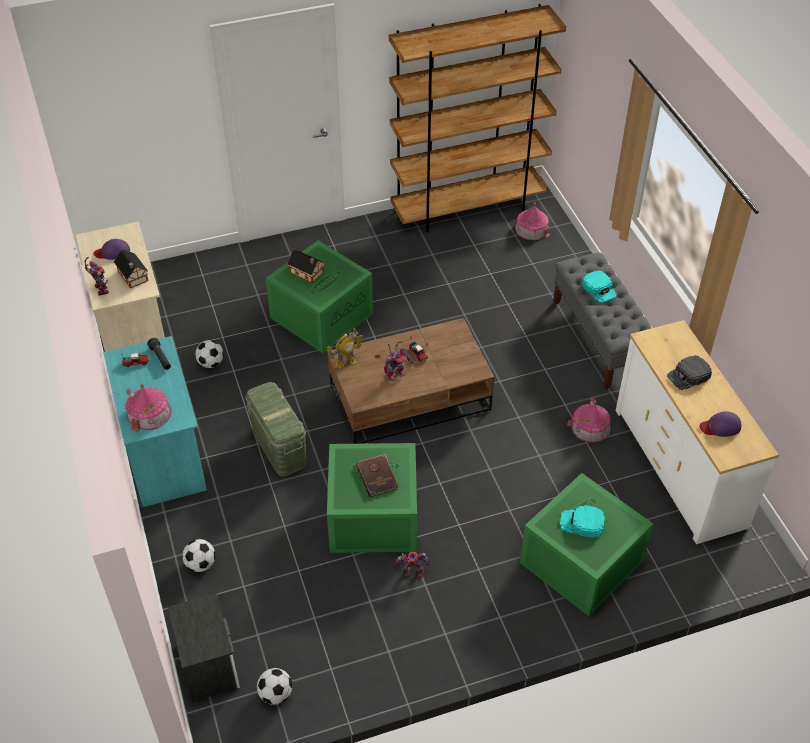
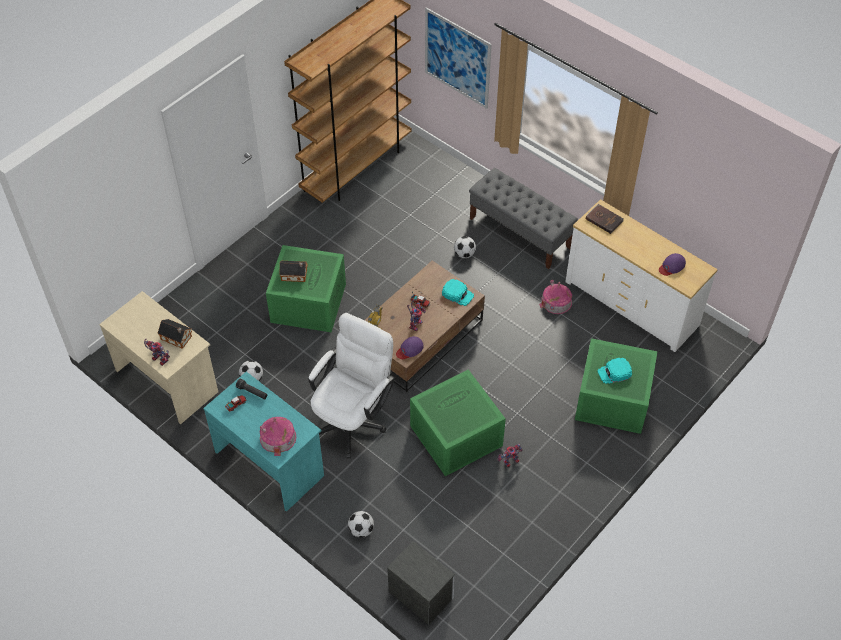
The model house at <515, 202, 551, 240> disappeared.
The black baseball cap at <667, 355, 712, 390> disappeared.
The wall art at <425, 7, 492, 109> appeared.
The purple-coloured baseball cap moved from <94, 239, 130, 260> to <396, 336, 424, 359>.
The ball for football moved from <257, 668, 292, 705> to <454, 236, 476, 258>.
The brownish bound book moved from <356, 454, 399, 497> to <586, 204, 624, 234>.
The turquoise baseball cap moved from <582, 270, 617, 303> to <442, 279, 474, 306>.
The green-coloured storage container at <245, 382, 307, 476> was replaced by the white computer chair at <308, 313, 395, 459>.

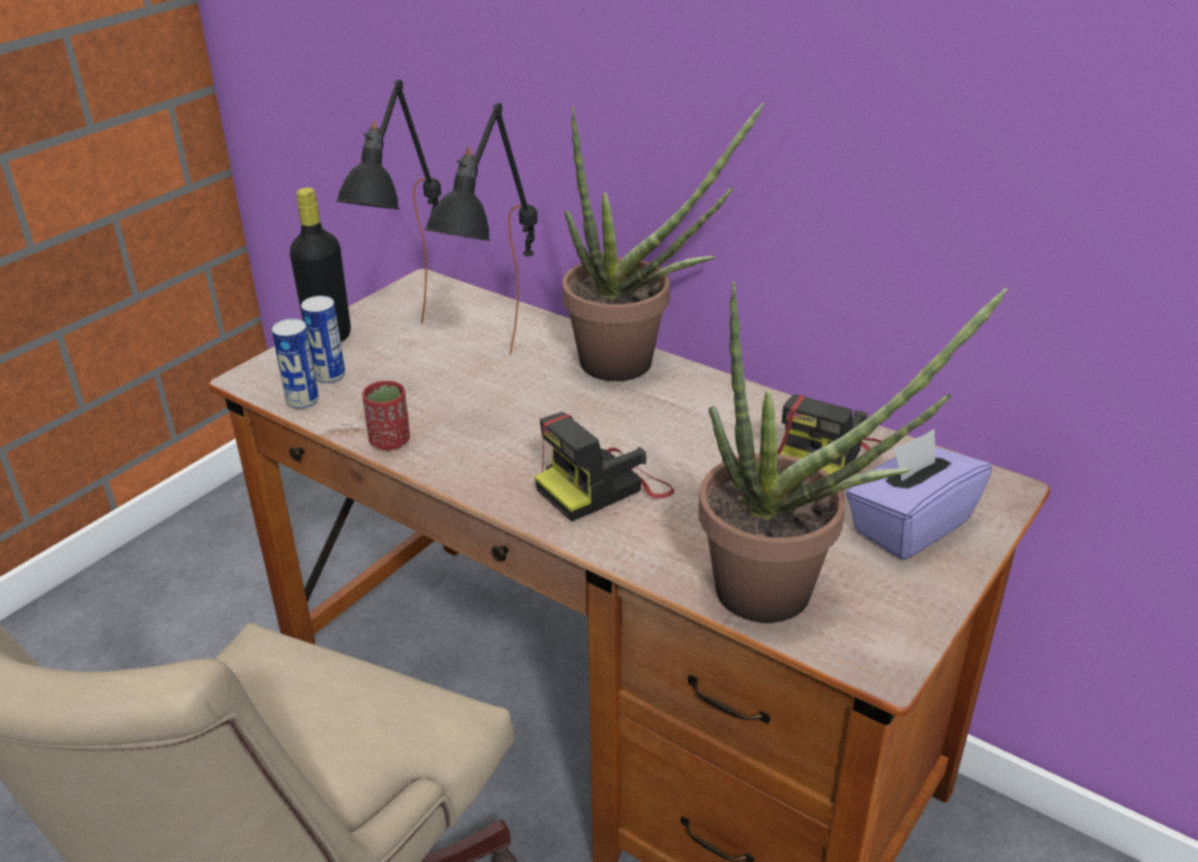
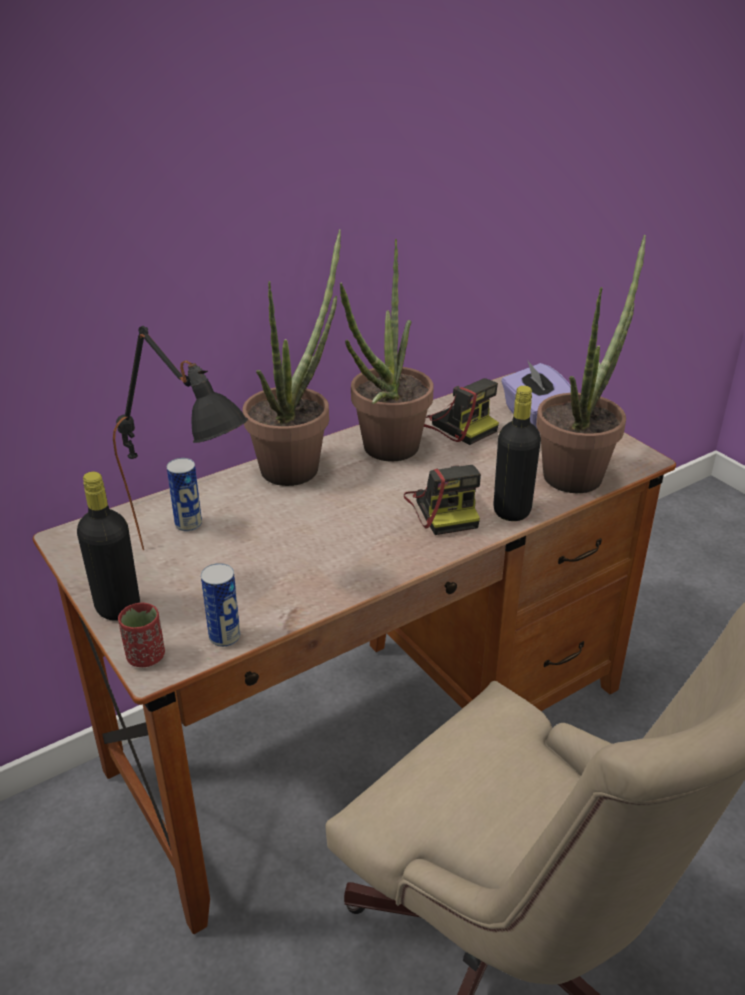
The black tabletop lamp at <423, 103, 538, 355> disappeared.
The potted plant at <340, 239, 434, 461> appeared.
The black drink bottle at <493, 386, 541, 521> appeared.
The sealed can moved from <301, 296, 345, 384> to <167, 458, 202, 532>.
The red-coloured drinking cup moved from <362, 381, 410, 450> to <118, 603, 165, 667>.

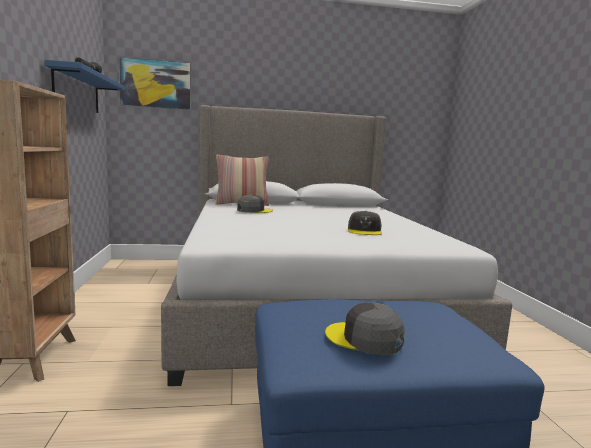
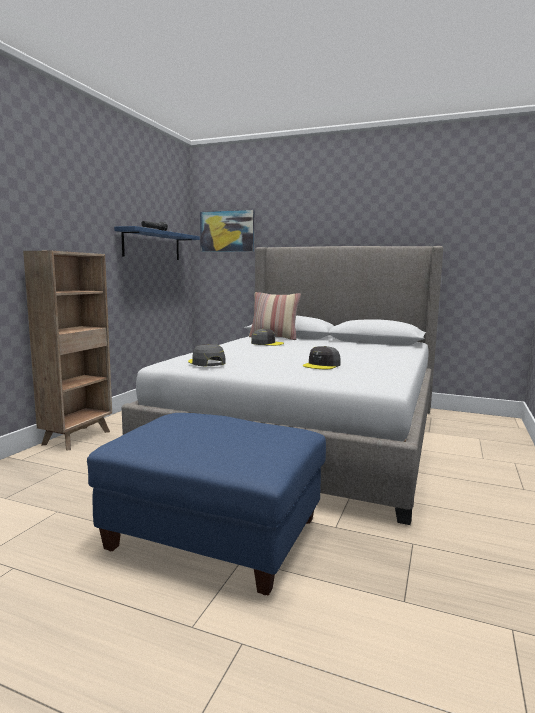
The greyish baseball cap moved from <325, 303, 405, 355> to <188, 344, 226, 366>.

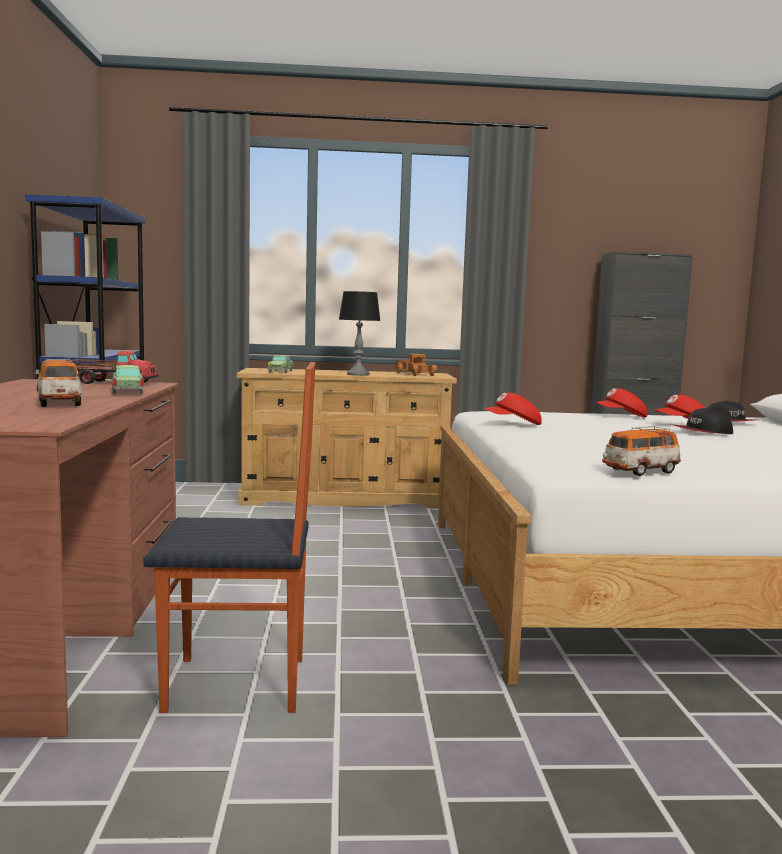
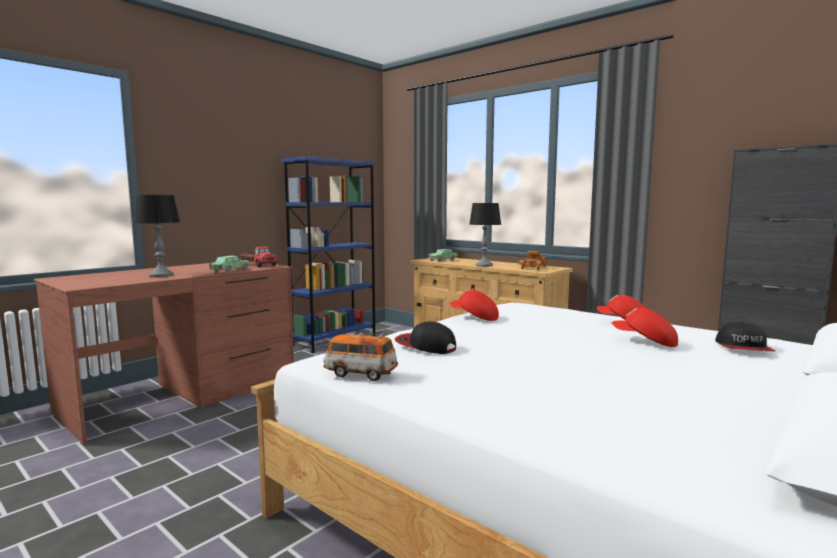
The upright chair at <143, 362, 316, 713> disappeared.
The baseball cap moved from <670, 408, 733, 434> to <395, 321, 456, 354>.
The toy car at <36, 359, 83, 407> was replaced by the tabletop lamp at <134, 195, 180, 277>.

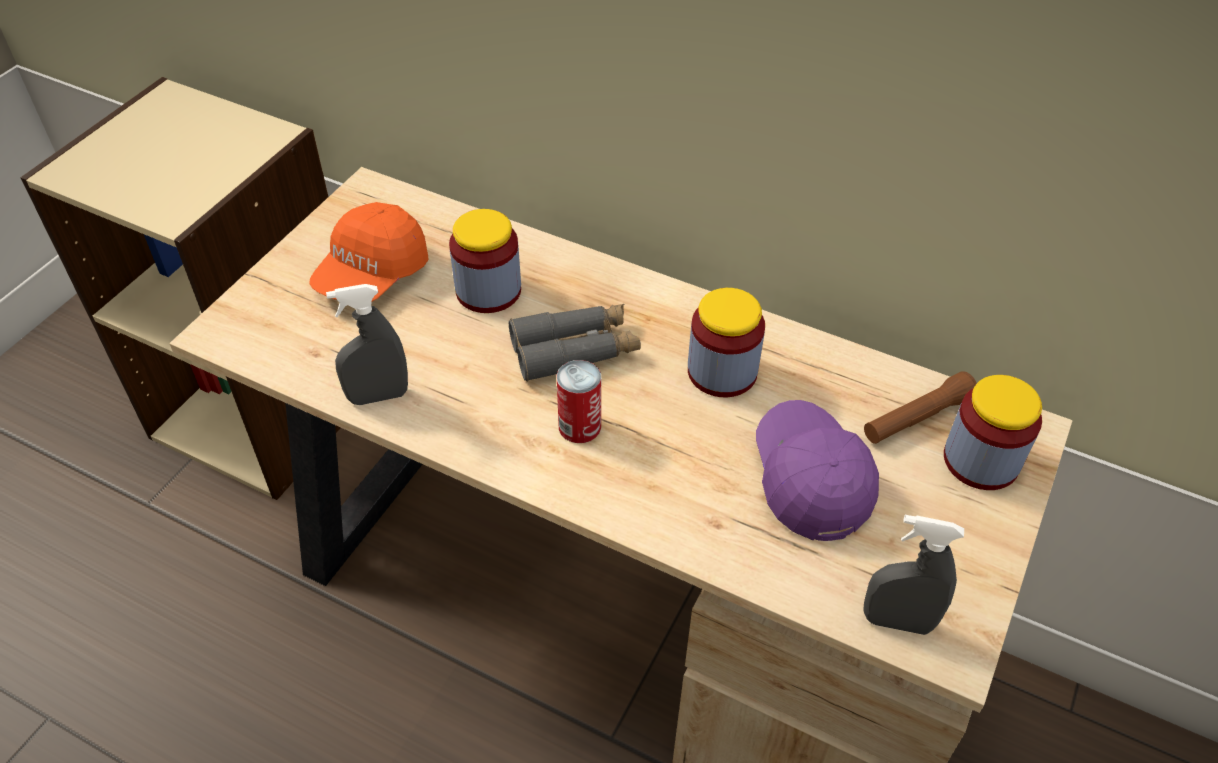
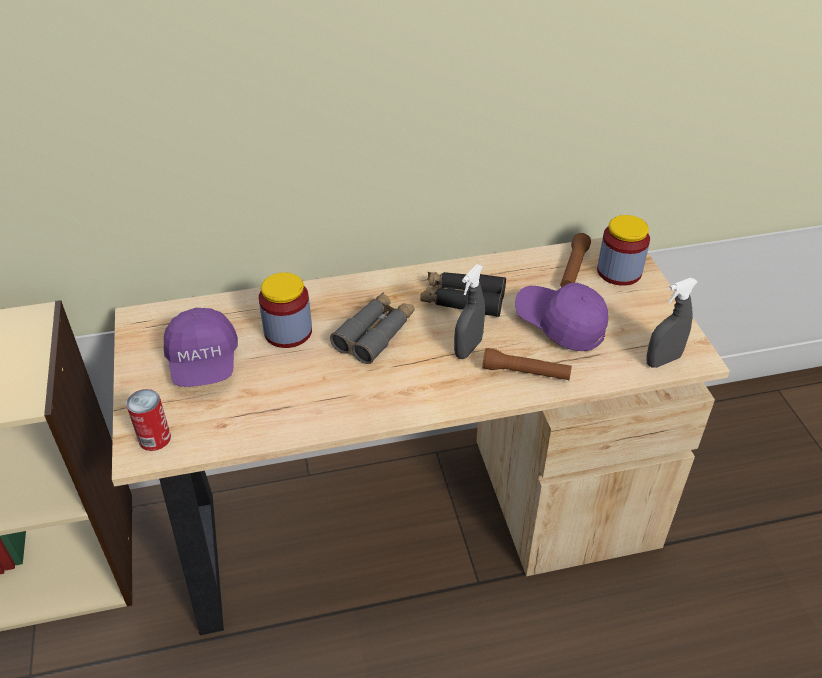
The brownish torch at <482, 348, 572, 380> appeared.
The greyish hand sprayer moved from <326, 284, 408, 405> to <454, 265, 485, 359>.
The sealed can moved from <557, 360, 601, 443> to <126, 389, 171, 451>.
The jar at <688, 288, 765, 397> was replaced by the black binoculars at <420, 272, 506, 317>.
The orange-coloured baseball cap at <309, 202, 429, 301> became the purple-coloured baseball cap at <164, 308, 238, 387>.

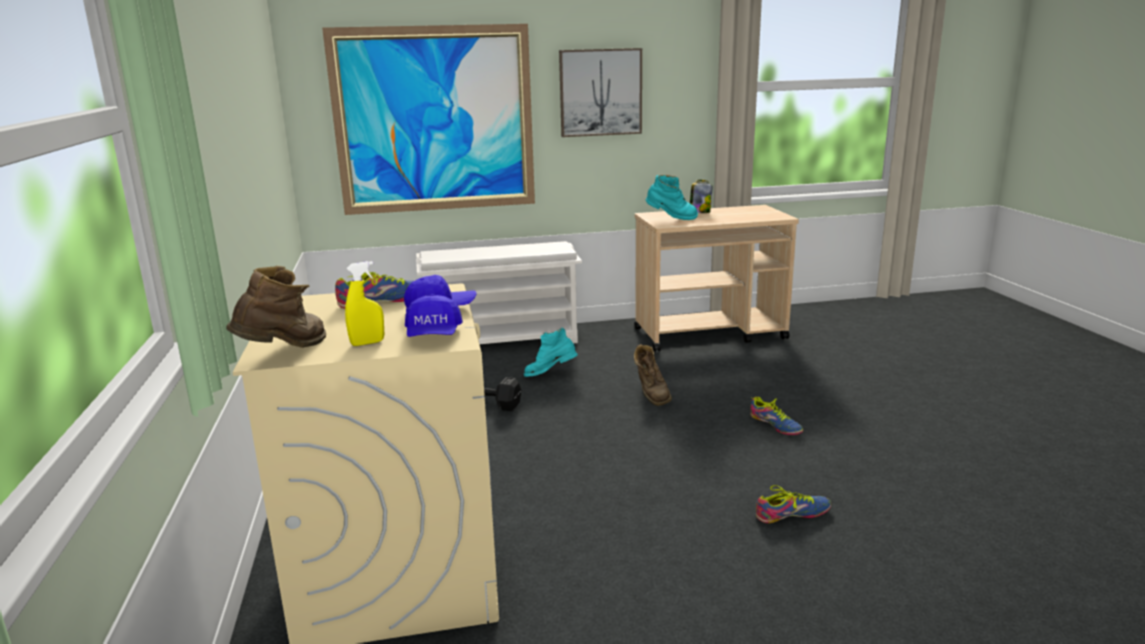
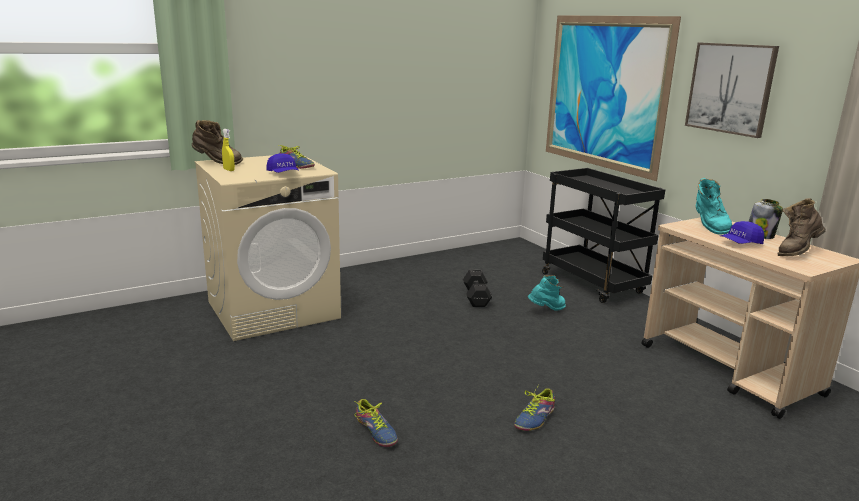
The blue baseball cap moved from <405, 294, 463, 337> to <721, 221, 764, 244>.
The brownish high-top boot moved from <634, 344, 672, 406> to <778, 198, 826, 256>.
The white shoe stand at <416, 241, 582, 344> was replaced by the black trolley at <542, 168, 665, 303>.
The turquoise high-top boot at <524, 328, 578, 377> turned 90 degrees clockwise.

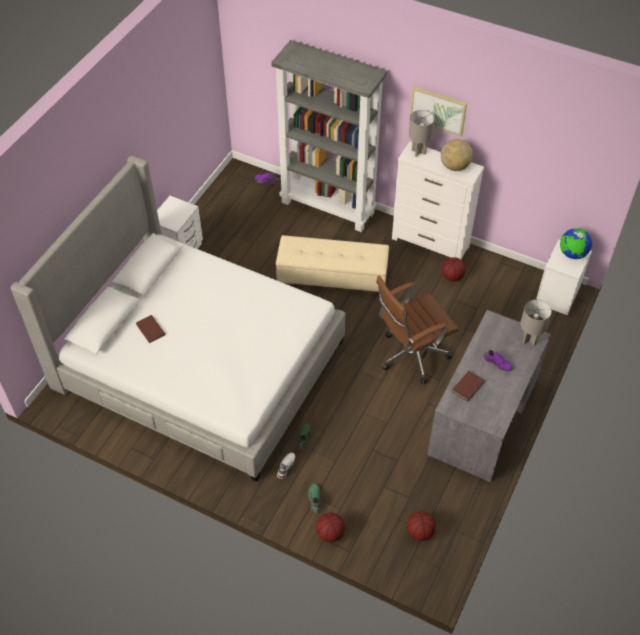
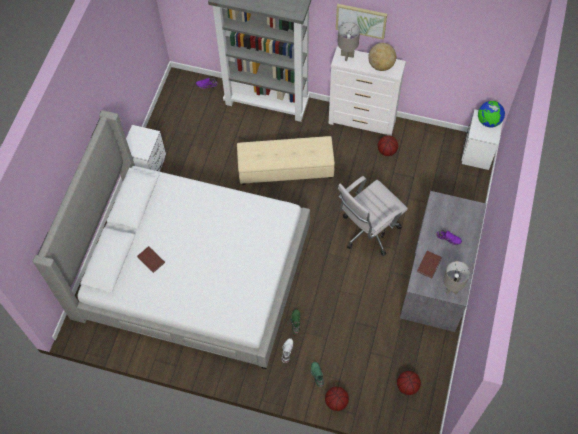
The greyish tabletop lamp moved from <520, 299, 552, 346> to <443, 261, 470, 295>.
The brownish computer chair at <376, 275, 459, 384> became the white computer chair at <338, 176, 408, 256>.

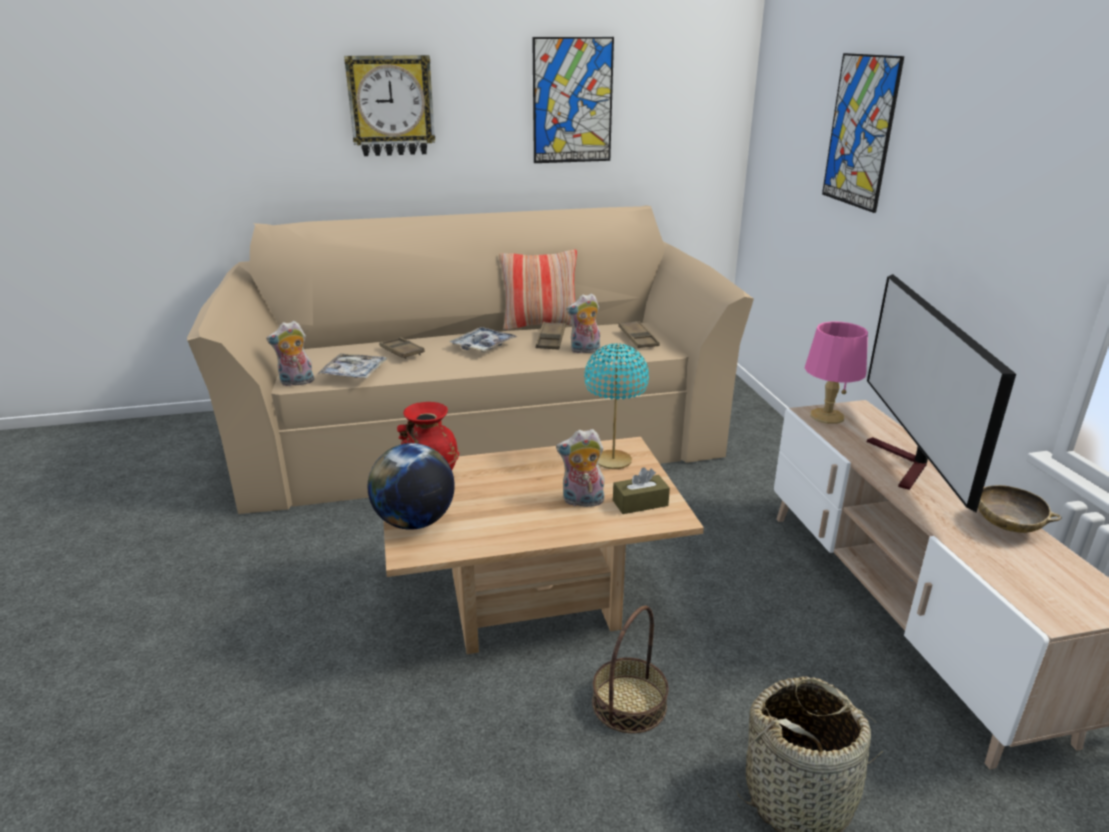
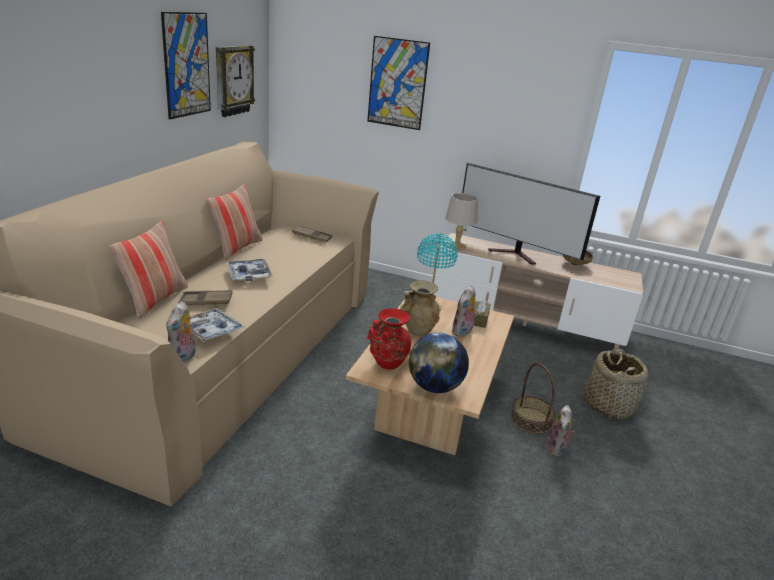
The brownish carrying tray at <536, 322, 566, 350> disappeared.
The throw pillow at <109, 221, 188, 319> appeared.
The beige vase at <400, 280, 440, 336> appeared.
The clock on the wall moved from <344, 55, 435, 156> to <216, 45, 255, 117>.
The cuddly toy moved from <566, 293, 600, 354> to <545, 405, 575, 457>.
The pink-coloured tabletop lamp at <805, 322, 868, 424> became the greyish tabletop lamp at <445, 193, 478, 250>.

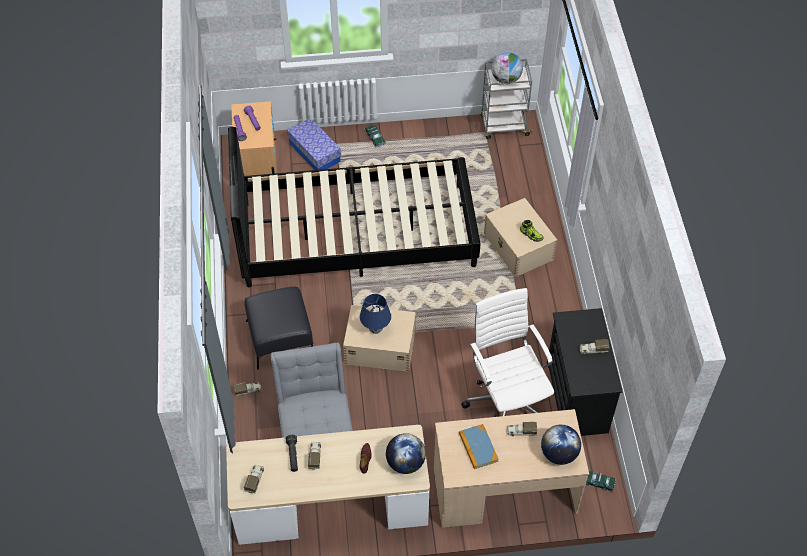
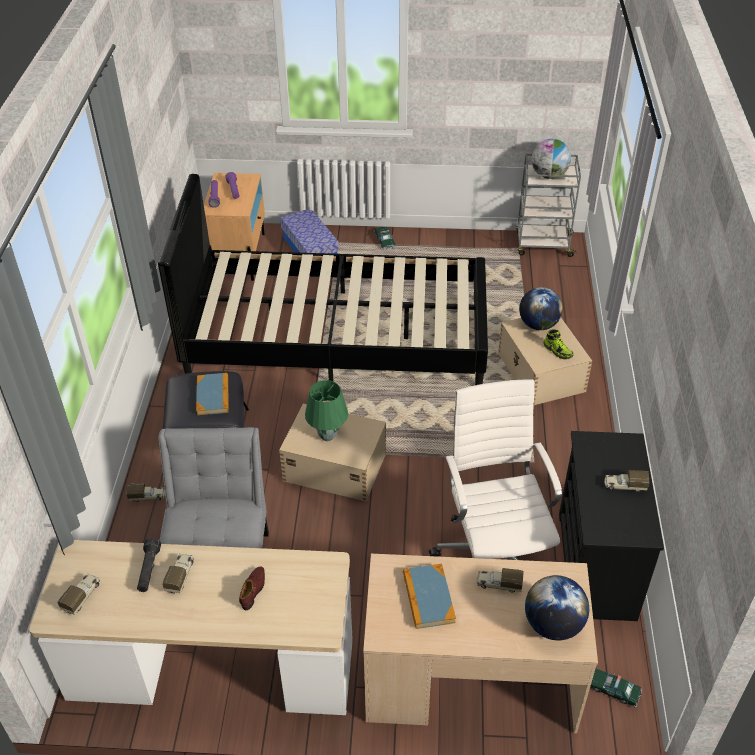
The bound book at <196, 373, 229, 415> appeared.
The desk globe moved from <386, 433, 426, 474> to <519, 287, 563, 330>.
The blue tabletop lamp at <360, 294, 391, 334> became the green-coloured tabletop lamp at <305, 380, 348, 441>.

